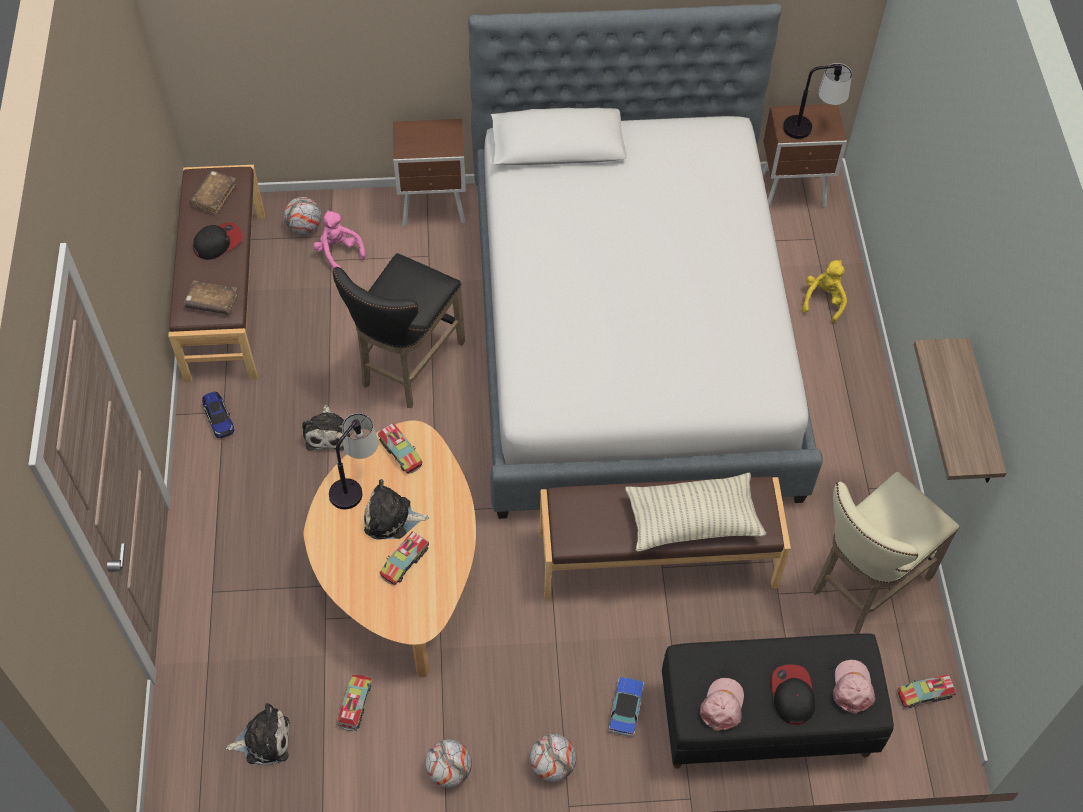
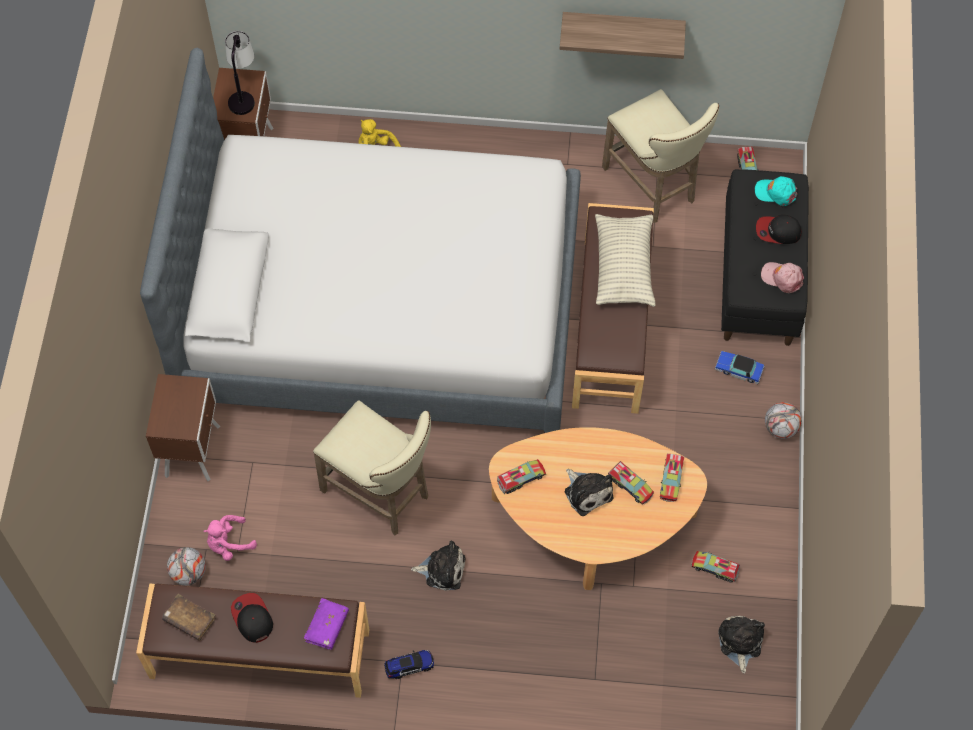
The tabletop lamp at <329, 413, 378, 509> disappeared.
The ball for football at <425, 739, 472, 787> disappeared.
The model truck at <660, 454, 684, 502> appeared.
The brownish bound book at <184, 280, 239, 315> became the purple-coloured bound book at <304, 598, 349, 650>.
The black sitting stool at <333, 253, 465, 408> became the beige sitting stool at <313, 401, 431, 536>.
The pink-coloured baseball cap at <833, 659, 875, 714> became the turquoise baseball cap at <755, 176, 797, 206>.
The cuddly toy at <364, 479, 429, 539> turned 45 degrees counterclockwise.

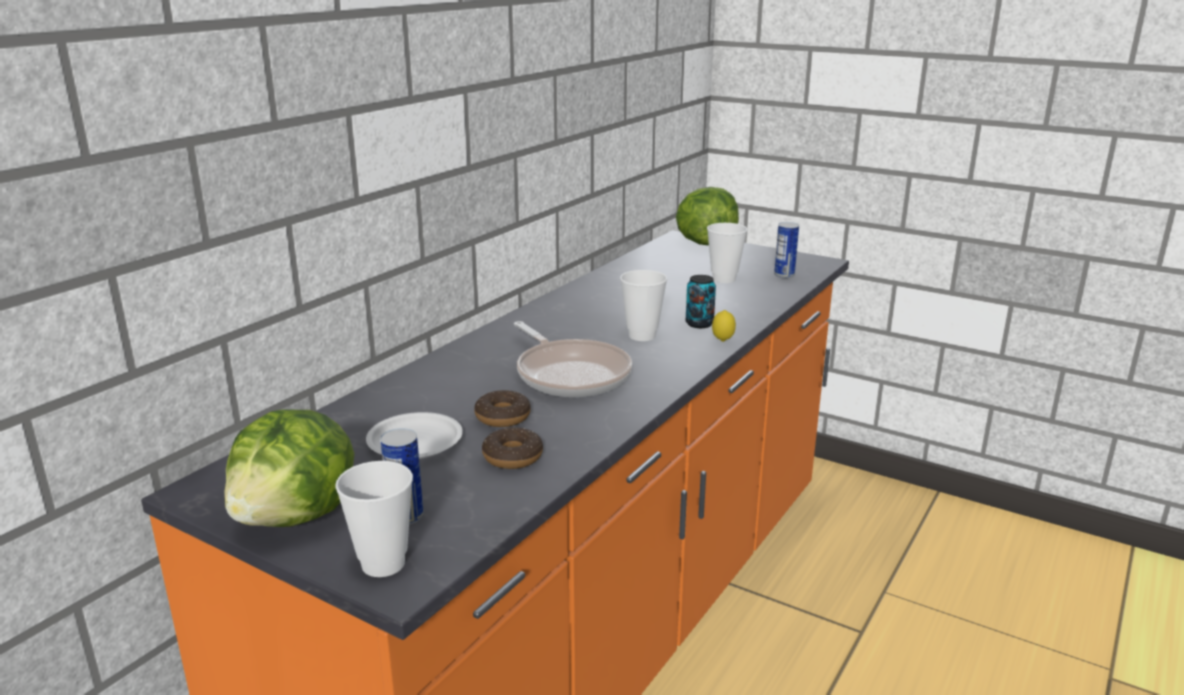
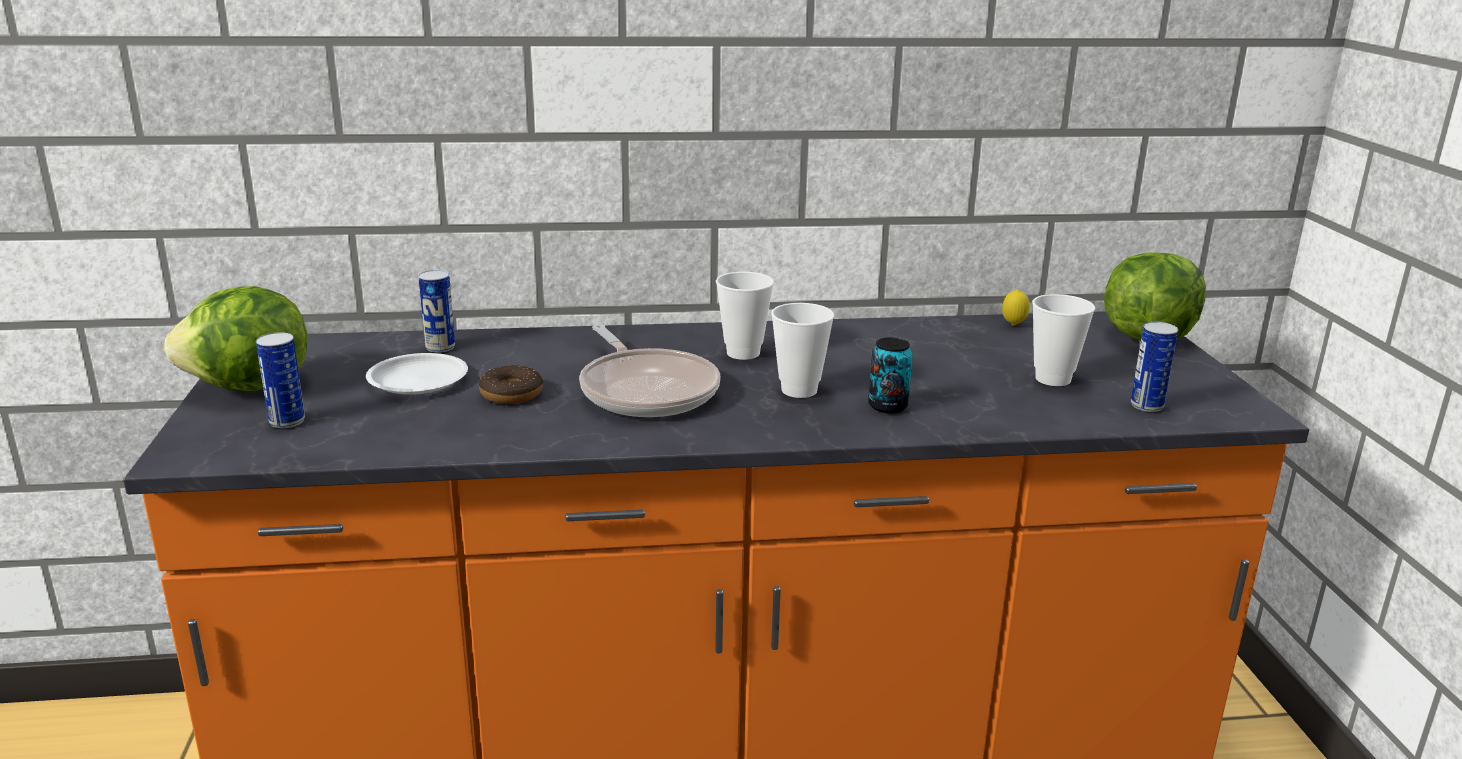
The doughnut at <482, 427, 543, 469> disappeared.
The sealed can at <418, 270, 455, 353> appeared.
The drinking cup moved from <335, 461, 413, 577> to <716, 272, 774, 360>.
The lemon moved from <712, 310, 736, 342> to <1002, 289, 1030, 326>.
The frying pan at <513, 321, 632, 397> turned 45 degrees counterclockwise.

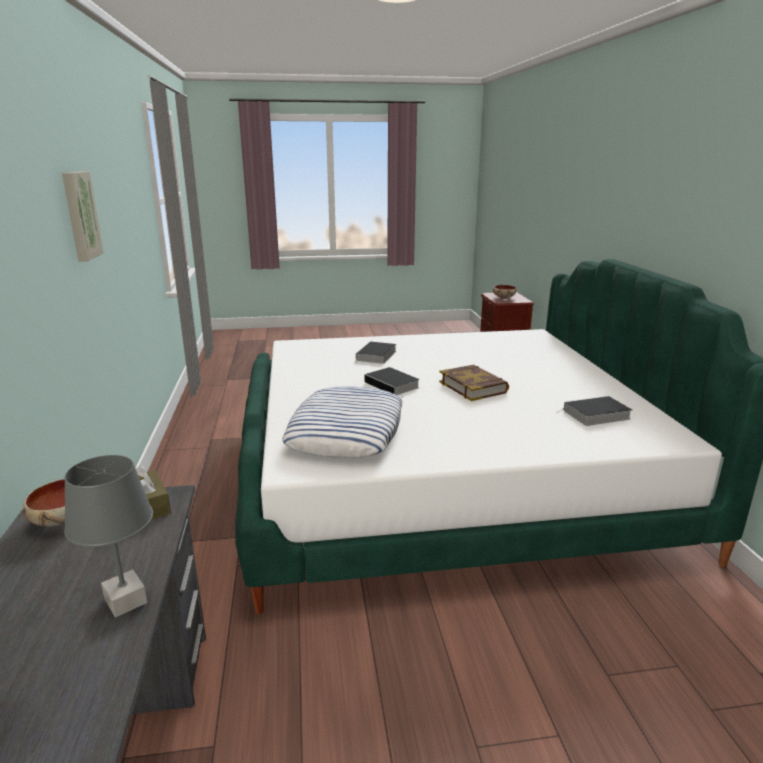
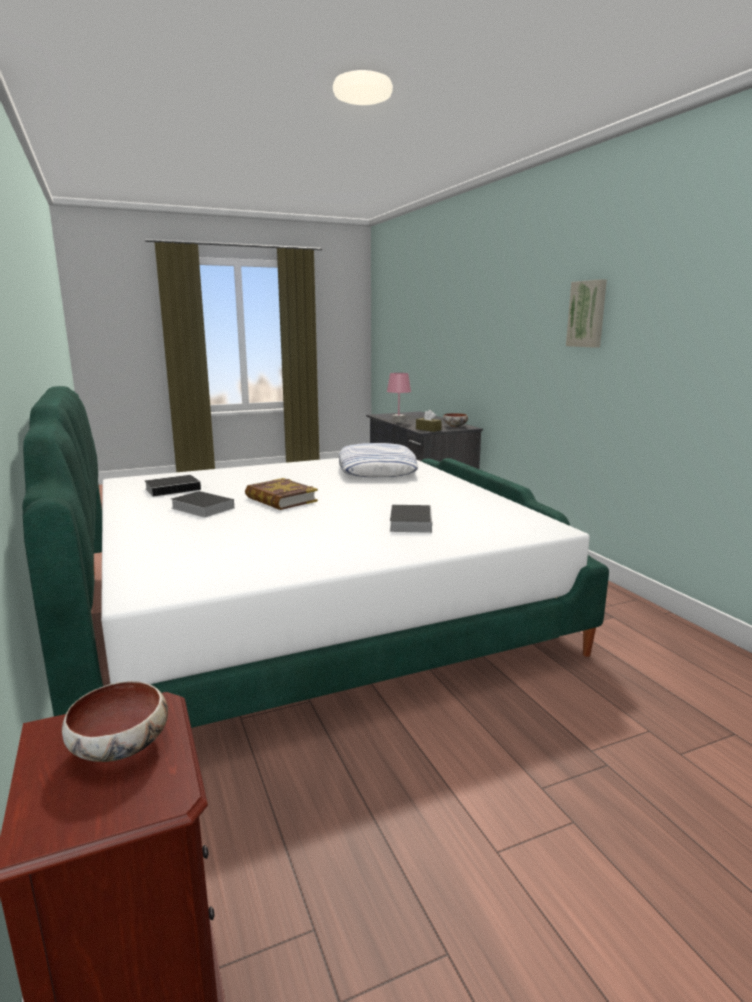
The bound book moved from <365, 367, 420, 398> to <171, 491, 234, 517>.
The greyish tabletop lamp at <64, 455, 153, 617> became the pink-coloured tabletop lamp at <387, 373, 411, 423>.

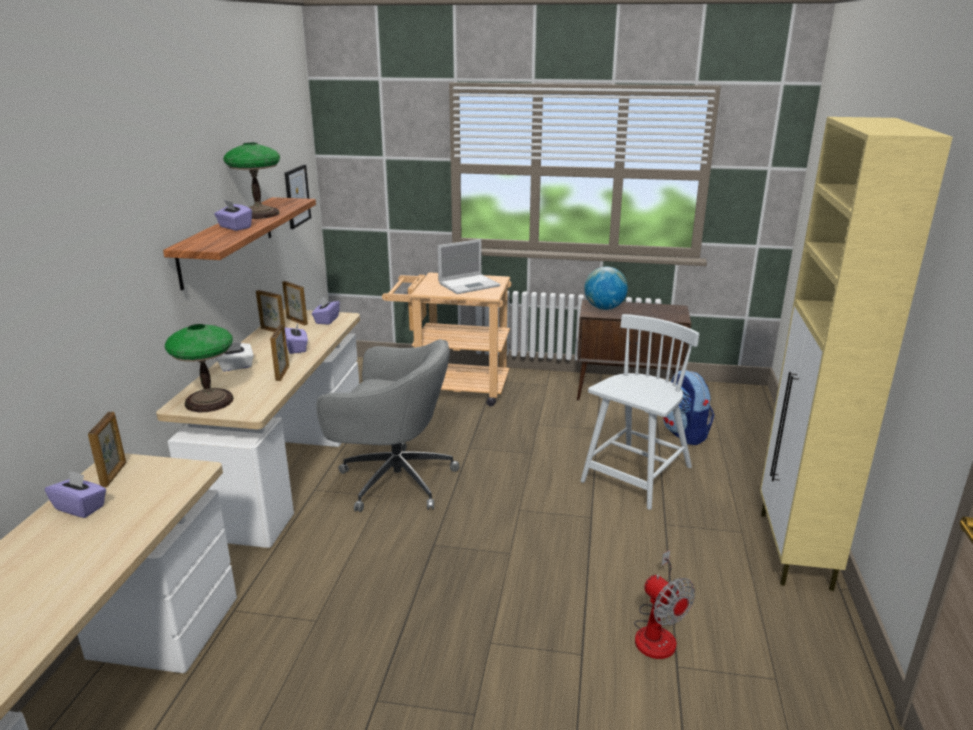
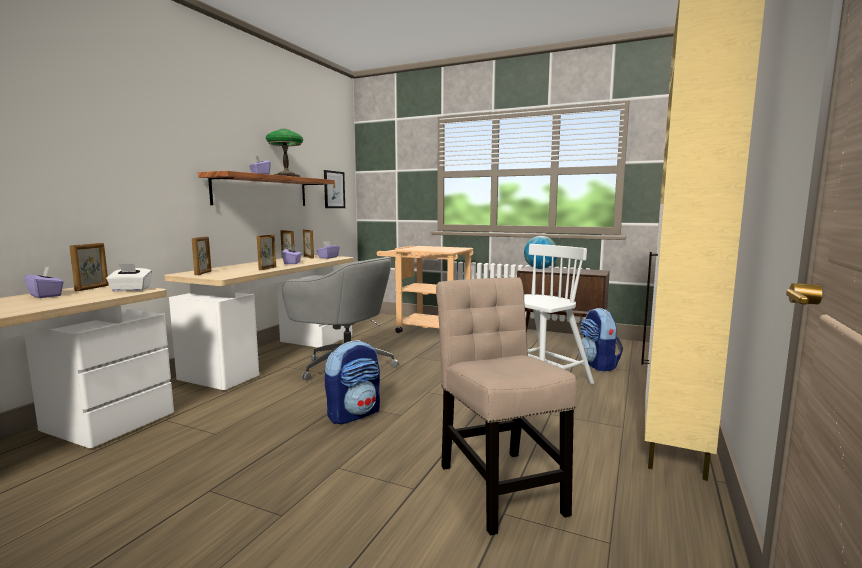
The portable computer at <437, 239, 500, 294> disappeared.
The rucksack at <324, 340, 380, 424> appeared.
The white tissue holder moved from <216, 342, 254, 372> to <106, 264, 152, 291>.
The tabletop lamp at <165, 324, 233, 412> was replaced by the standing frame at <192, 236, 211, 275>.
The fan at <634, 550, 695, 659> was replaced by the beige upright chair at <436, 277, 577, 535>.

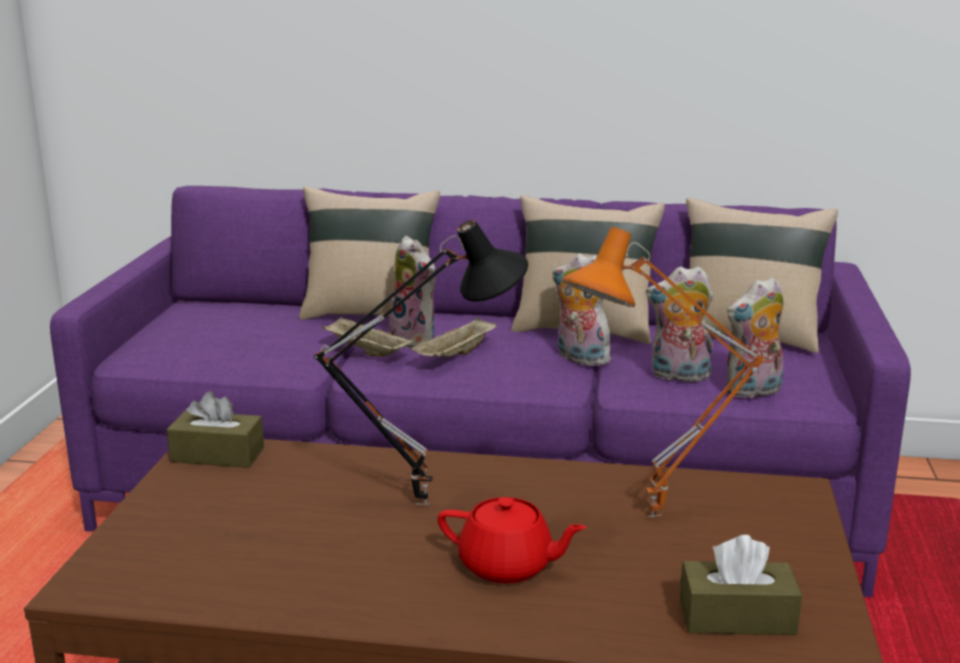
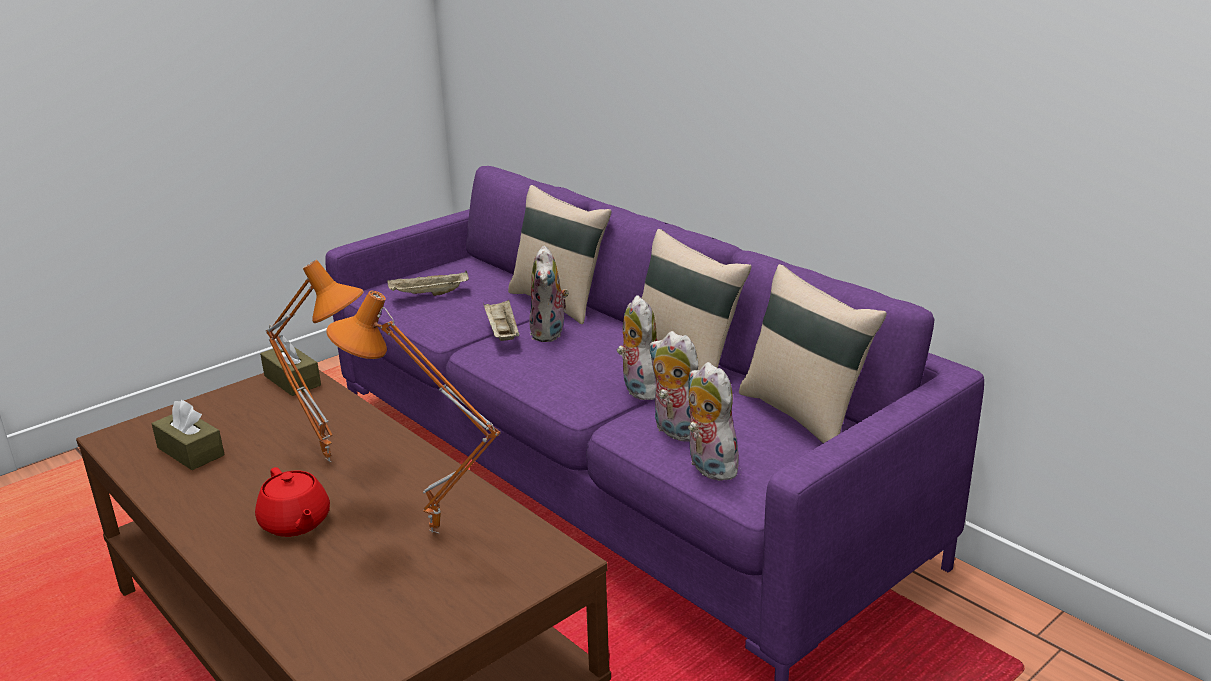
The beige carrying tray moved from <411, 317, 497, 357> to <387, 271, 469, 296>.
The brownish tissue holder moved from <680, 535, 802, 635> to <152, 400, 225, 470>.
The black tabletop lamp at <314, 220, 528, 506> became the orange-coloured tabletop lamp at <266, 260, 364, 462>.
The cuddly toy at <726, 277, 784, 398> turned 45 degrees clockwise.

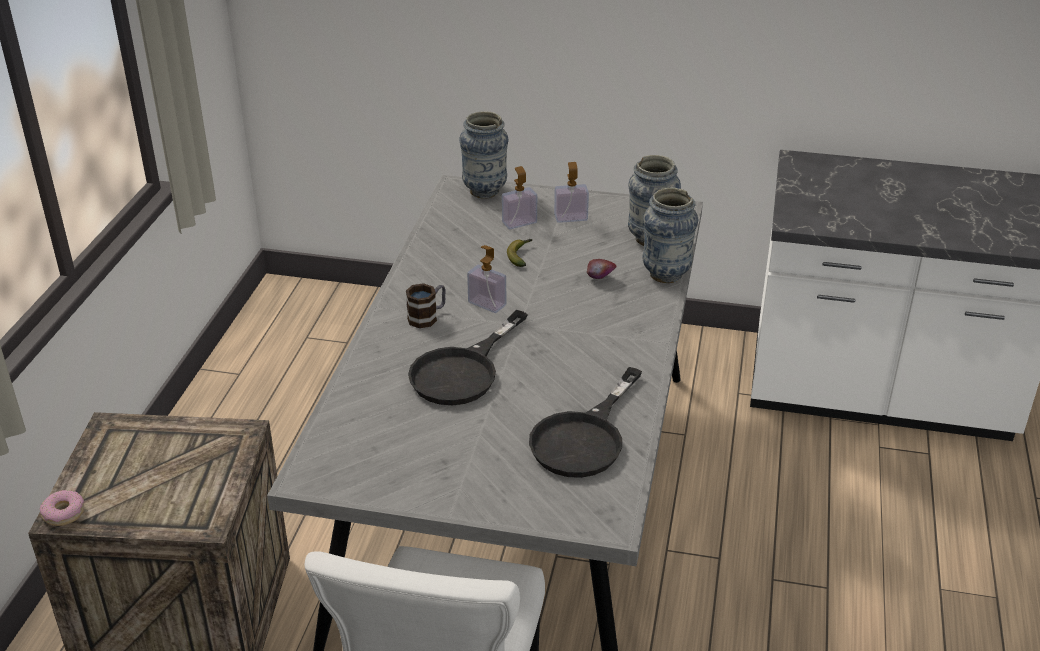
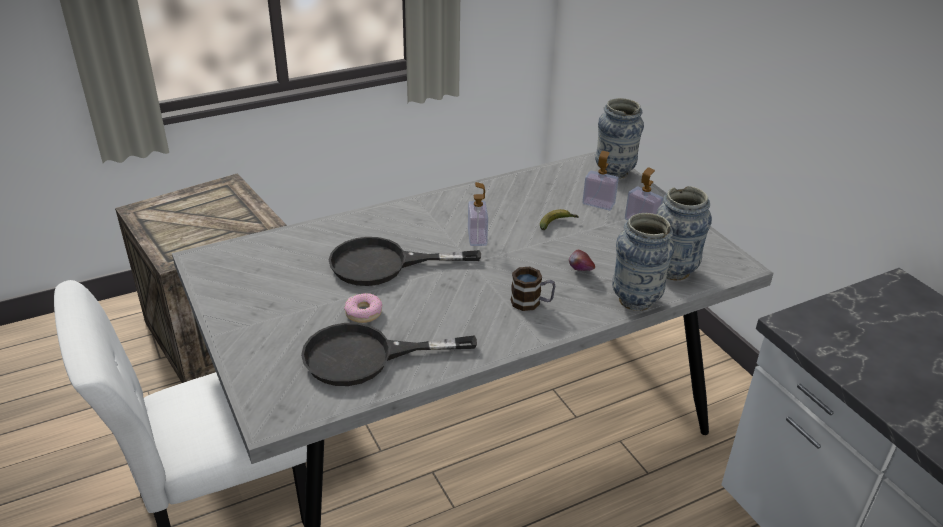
The doughnut moved from <40, 490, 84, 526> to <344, 293, 382, 323>.
The coffee mug moved from <406, 283, 446, 328> to <511, 267, 556, 311>.

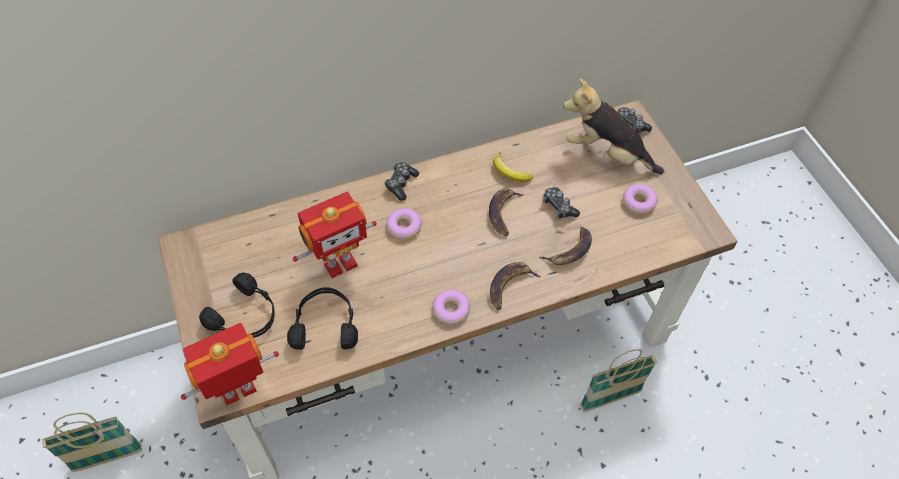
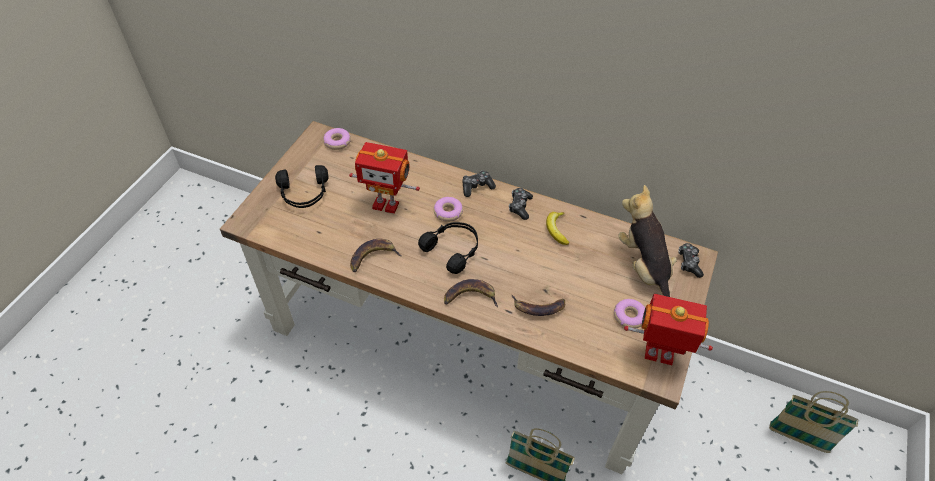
The household basket moved from <42, 413, 142, 472> to <769, 391, 858, 453>.
The robot figure moved from <181, 323, 279, 405> to <624, 294, 713, 365>.
The black headset moved from <287, 287, 358, 350> to <418, 222, 478, 274>.
The doughnut moved from <432, 290, 470, 324> to <323, 128, 351, 150>.
The banana moved from <489, 188, 524, 236> to <350, 239, 401, 272>.
The game controller moved from <542, 187, 580, 219> to <509, 188, 533, 220>.

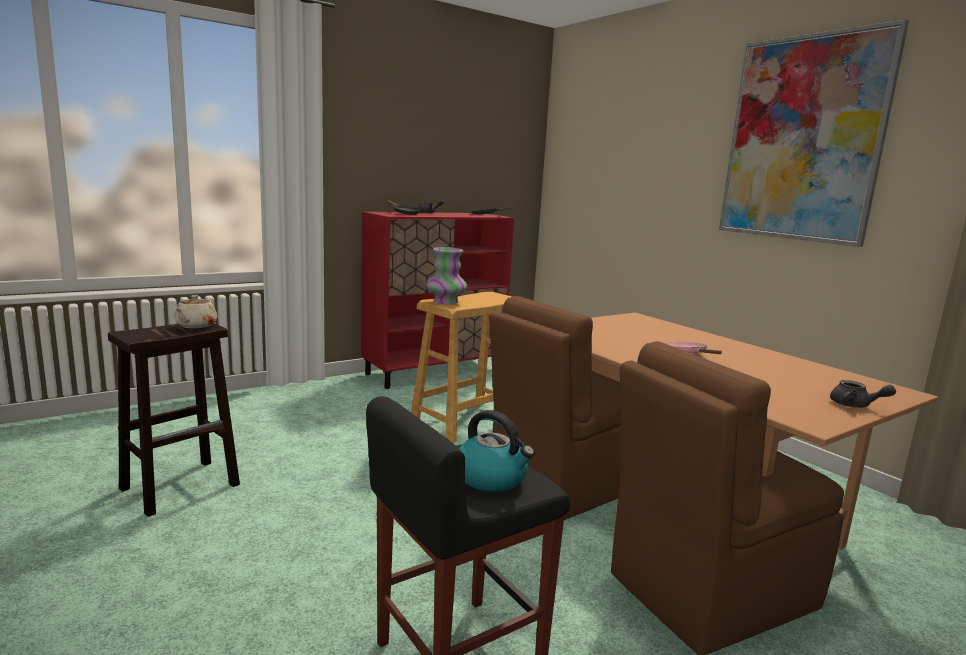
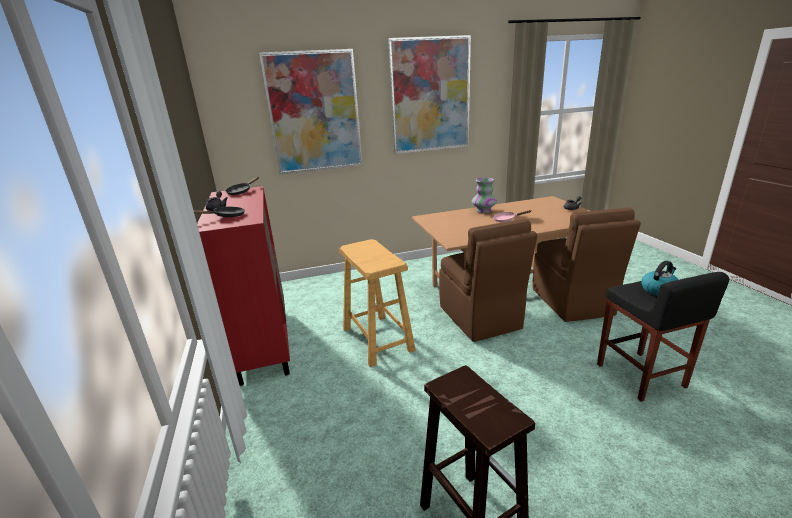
The beige teapot at <174, 295, 218, 328> disappeared.
The wall art at <259, 49, 363, 174> appeared.
The vase moved from <426, 247, 467, 304> to <472, 177, 497, 213>.

